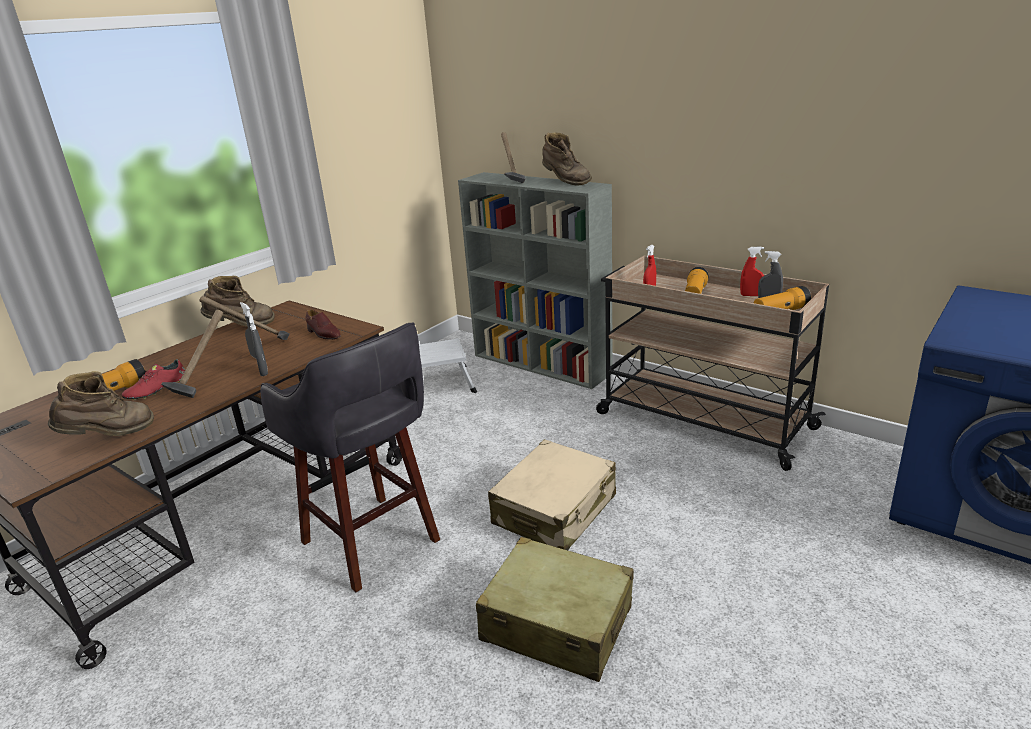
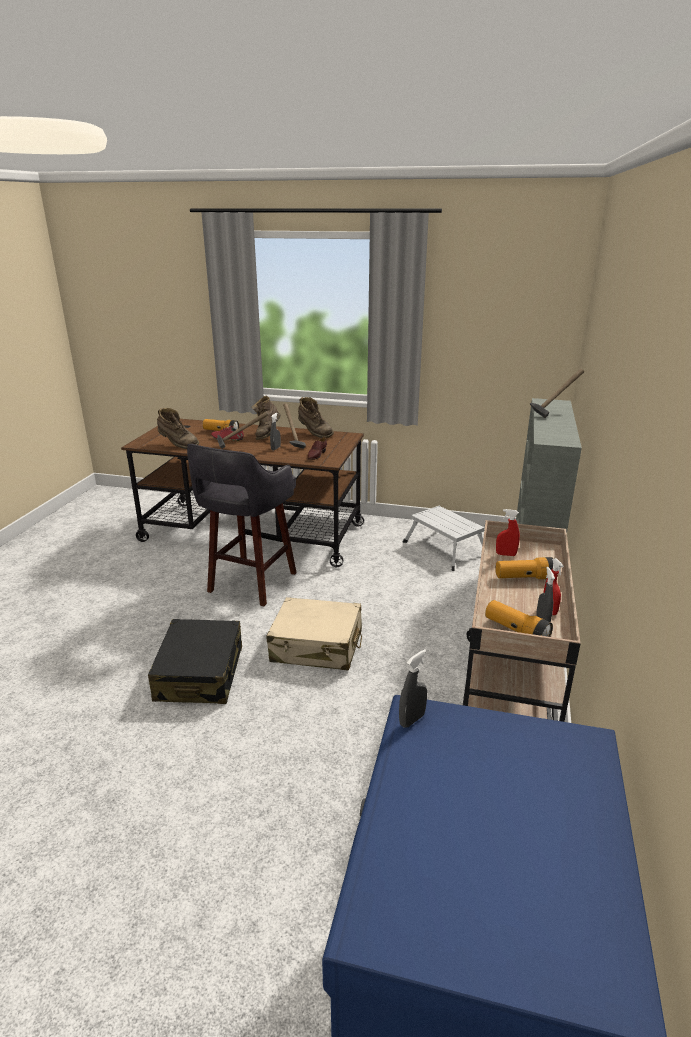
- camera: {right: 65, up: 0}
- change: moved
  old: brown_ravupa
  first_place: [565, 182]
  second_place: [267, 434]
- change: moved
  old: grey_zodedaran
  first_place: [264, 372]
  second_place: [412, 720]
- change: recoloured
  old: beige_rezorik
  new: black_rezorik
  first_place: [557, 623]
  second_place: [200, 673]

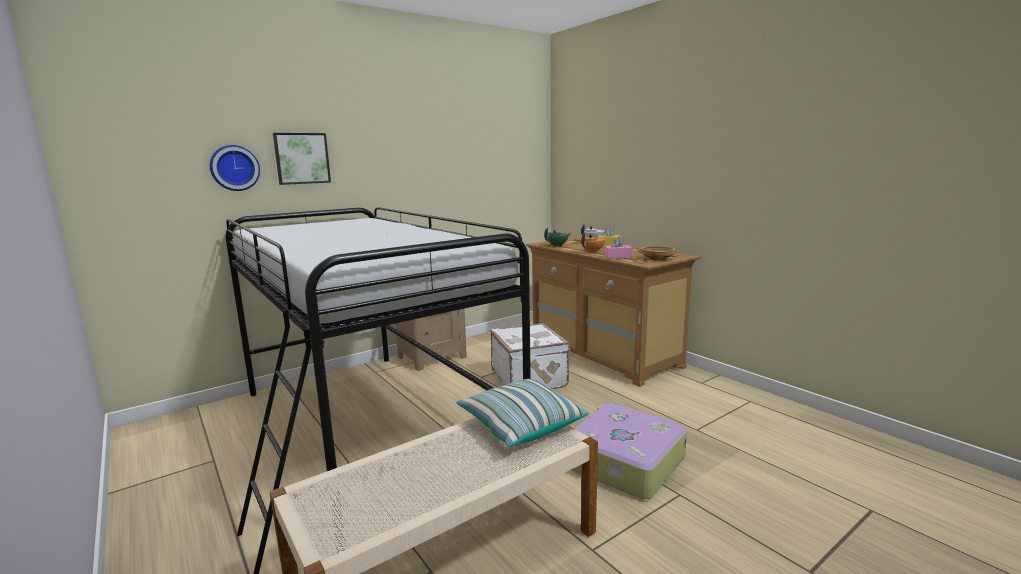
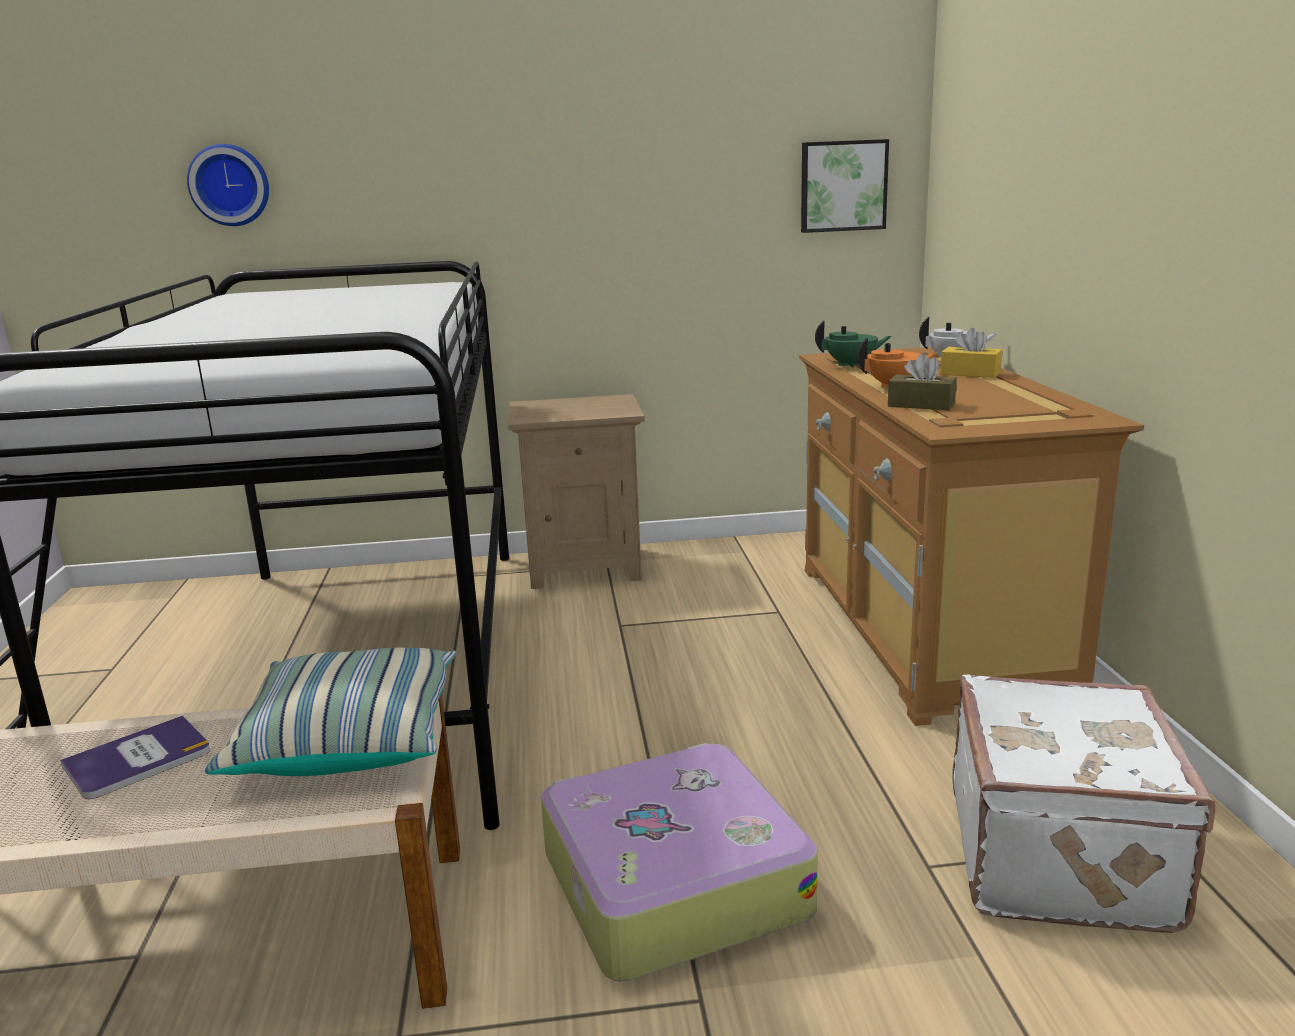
- camera: {right: 30, up: 5}
- change: moved
  old: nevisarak
  first_place: [302, 158]
  second_place: [842, 186]
- change: recoloured
  old: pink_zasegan
  new: brown_zasegan
  first_place: [617, 257]
  second_place: [921, 405]
- change: removed
  old: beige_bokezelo
  first_place: [657, 259]
- change: moved
  old: white_rezorik
  first_place: [530, 378]
  second_place: [1063, 856]
- change: added
  new: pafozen
  second_place: [138, 759]

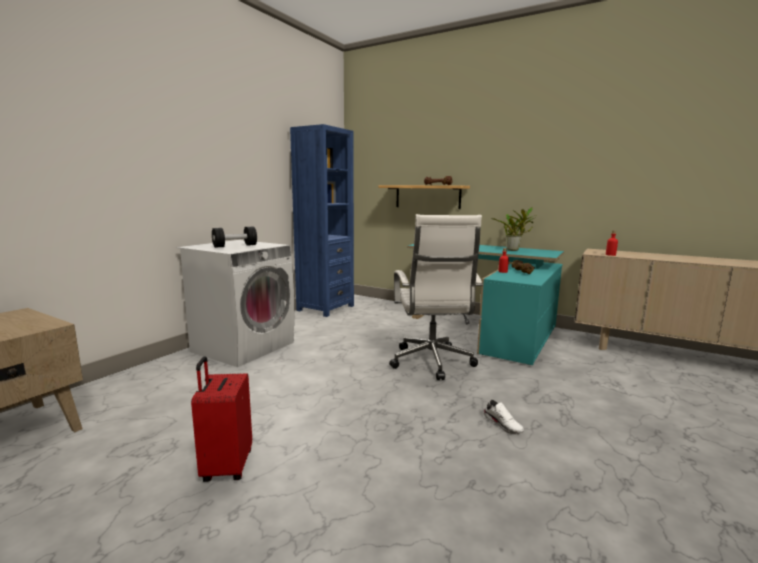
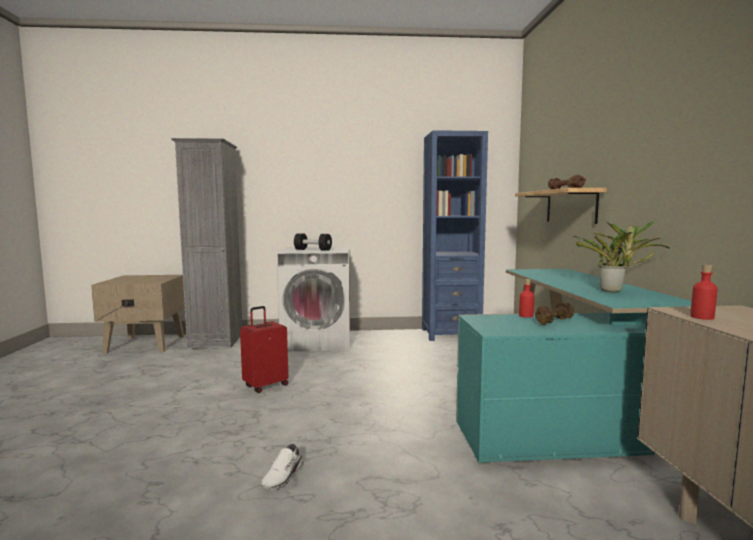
- camera: {right: 55, up: -5}
- change: removed
  old: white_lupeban
  first_place: [432, 363]
- change: moved
  old: red_rezorik
  first_place: [226, 467]
  second_place: [265, 385]
- change: added
  new: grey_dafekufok
  second_place: [216, 341]

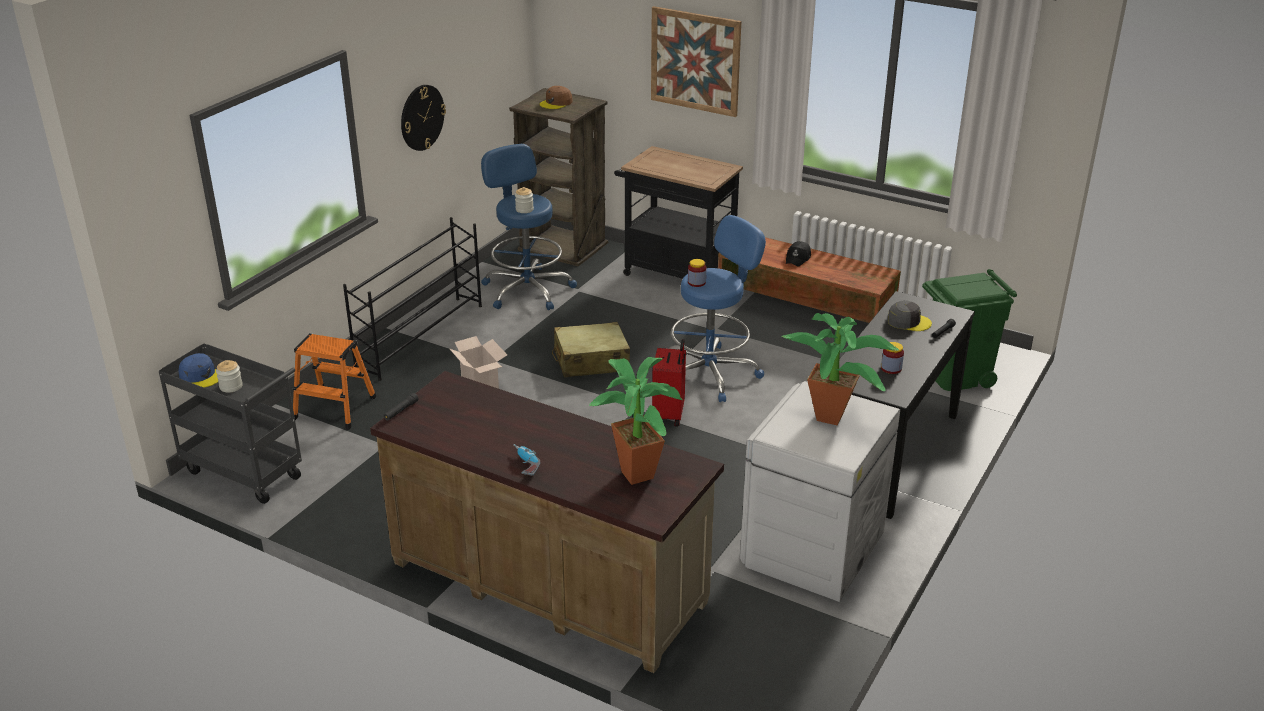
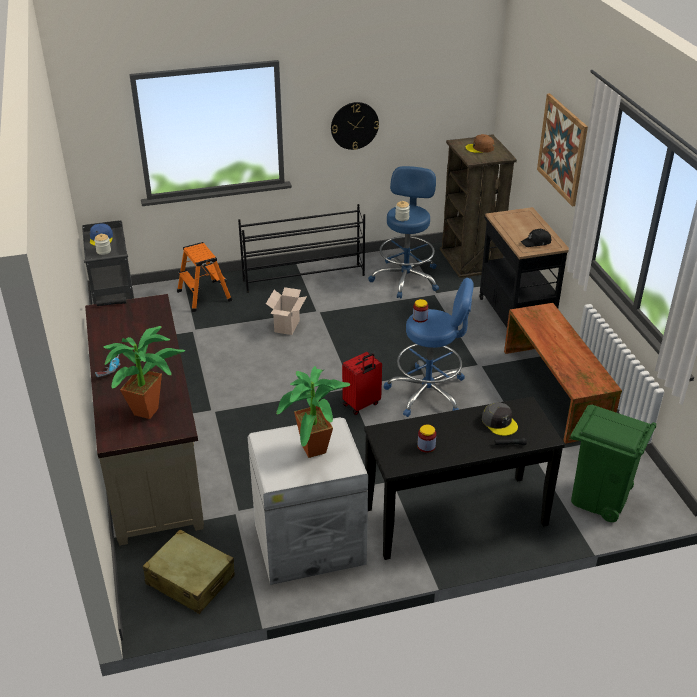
- camera: {right: 45, up: 5}
- change: moved
  old: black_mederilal
  first_place: [798, 258]
  second_place: [536, 242]
- change: moved
  old: beige_rezorik
  first_place: [591, 361]
  second_place: [190, 580]

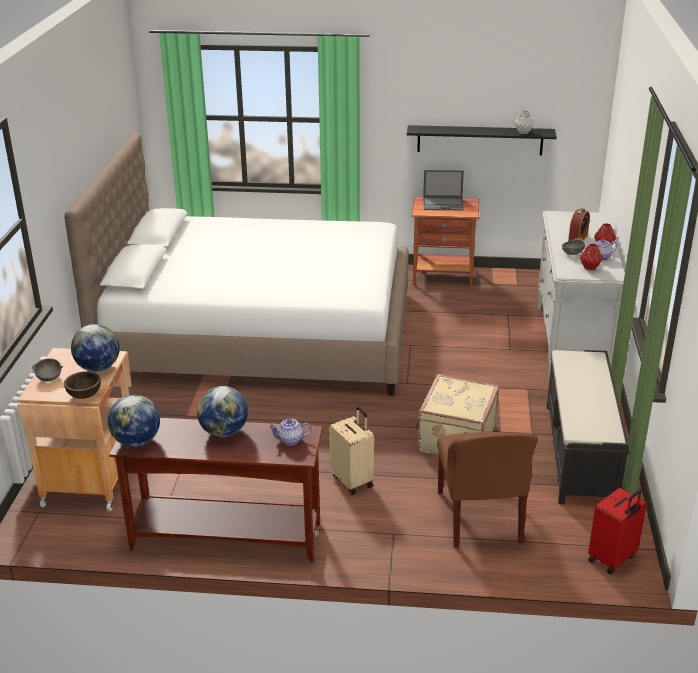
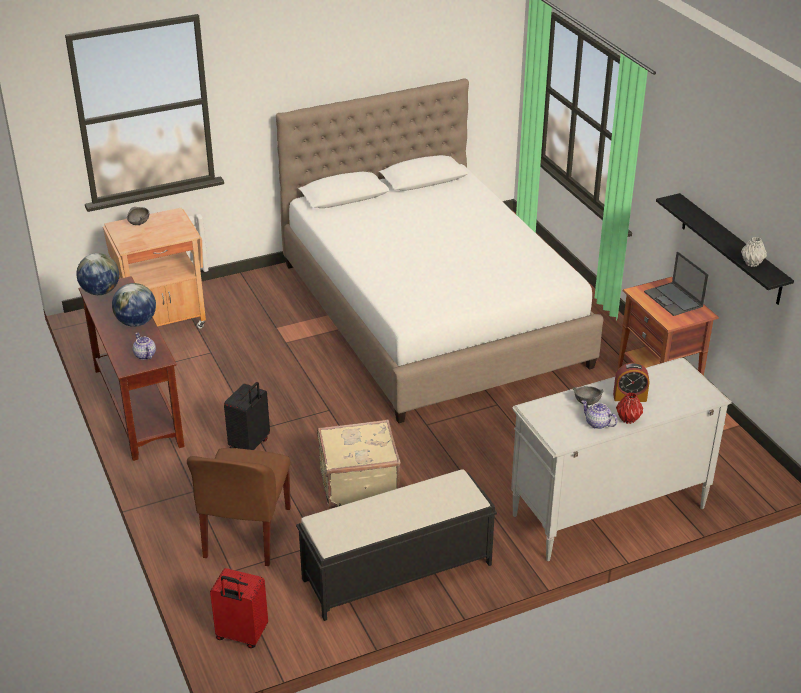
- camera: {right: 60, up: 5}
- change: removed
  old: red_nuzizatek
  first_place: [589, 268]
- change: removed
  old: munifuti
  first_place: [98, 368]
- change: removed
  old: brown_bokezelo
  first_place: [84, 394]
- change: recoloured
  old: beige_rezorik
  new: black_rezorik
  first_place: [353, 481]
  second_place: [250, 445]
- change: turned
  old: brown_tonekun
  first_place: [479, 519]
  second_place: [246, 534]
  degrees: -45

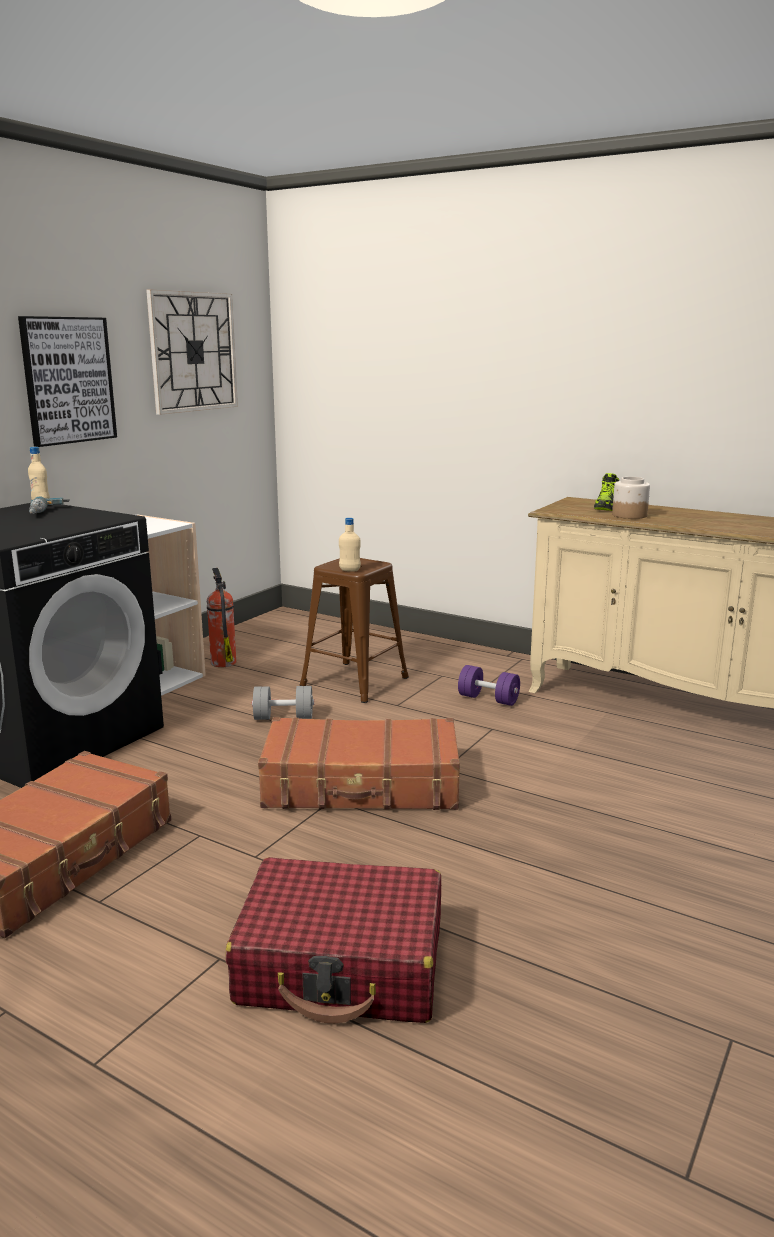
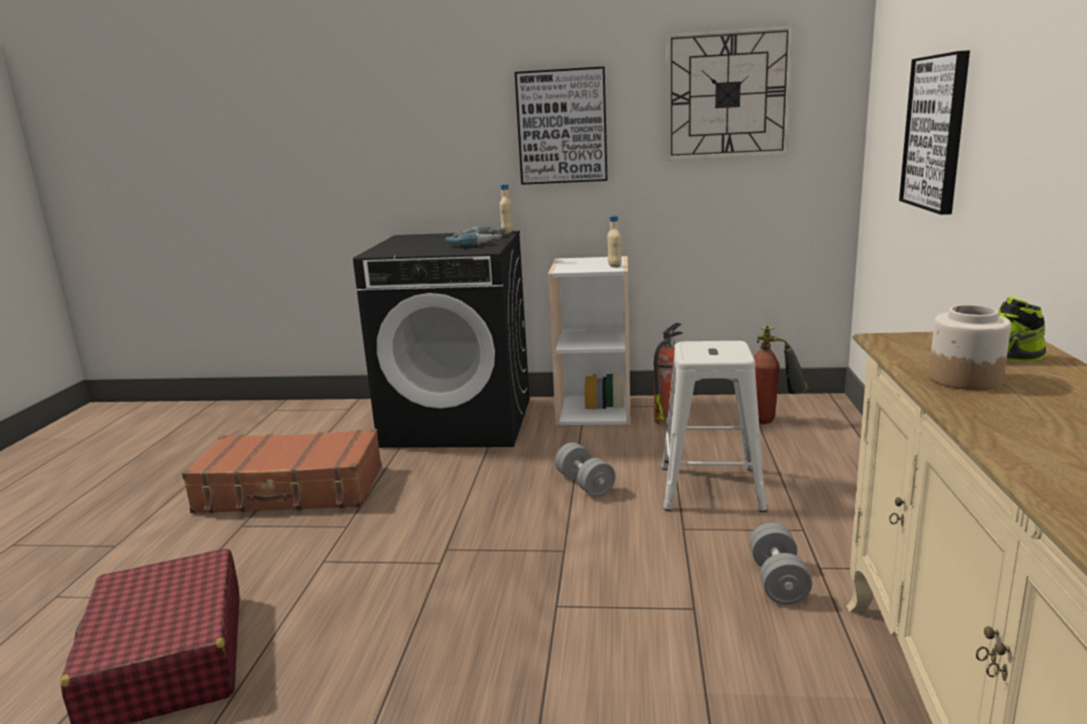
- camera: {right: 65, up: 0}
- change: moved
  old: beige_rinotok
  first_place: [349, 570]
  second_place: [614, 266]
- change: recoloured
  old: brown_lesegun
  new: white_lesegun
  first_place: [354, 682]
  second_place: [710, 488]
- change: recoloured
  old: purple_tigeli
  new: grey_tigeli
  first_place: [488, 699]
  second_place: [778, 581]
- change: removed
  old: brown_rezorik
  first_place: [362, 785]
- change: added
  new: nevisarak
  second_place: [936, 133]
- change: added
  new: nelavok
  second_place: [474, 244]
- change: added
  new: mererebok
  second_place: [772, 421]

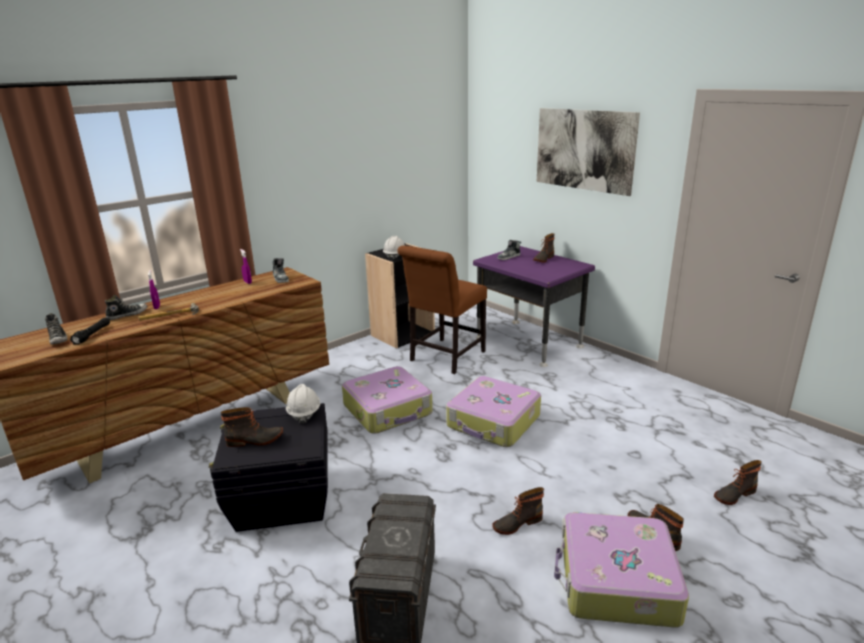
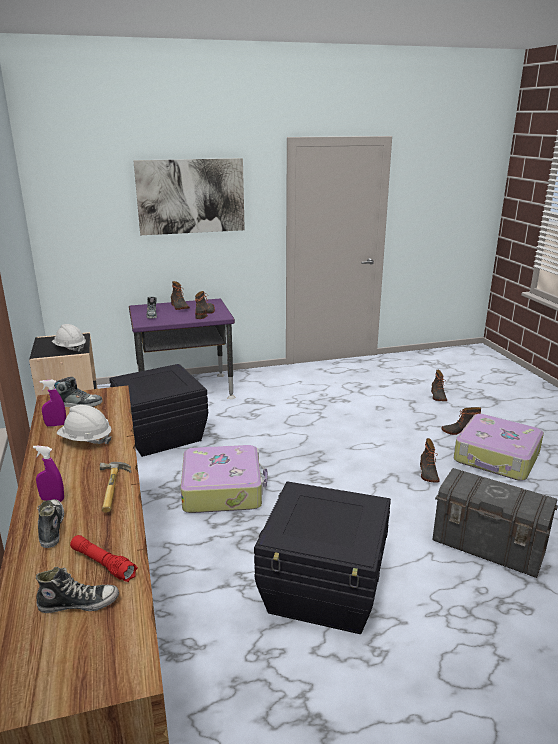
- camera: {right: -65, up: 0}
- change: replaced
  old: brown_tonekun
  new: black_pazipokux
  first_place: [444, 358]
  second_place: [160, 435]
- change: recoloured
  old: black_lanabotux
  new: red_lanabotux
  first_place: [92, 335]
  second_place: [103, 564]
- change: removed
  old: rezorik
  first_place: [493, 422]
- change: moved
  old: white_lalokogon
  first_place: [304, 413]
  second_place: [86, 440]
- change: moved
  old: ravupa
  first_place: [255, 440]
  second_place: [205, 313]

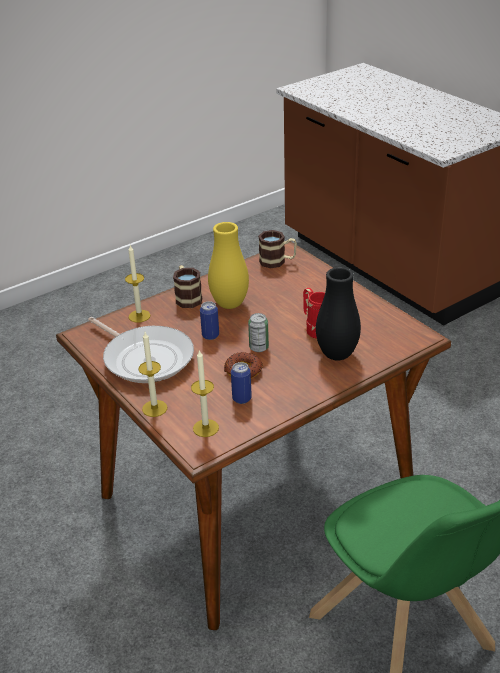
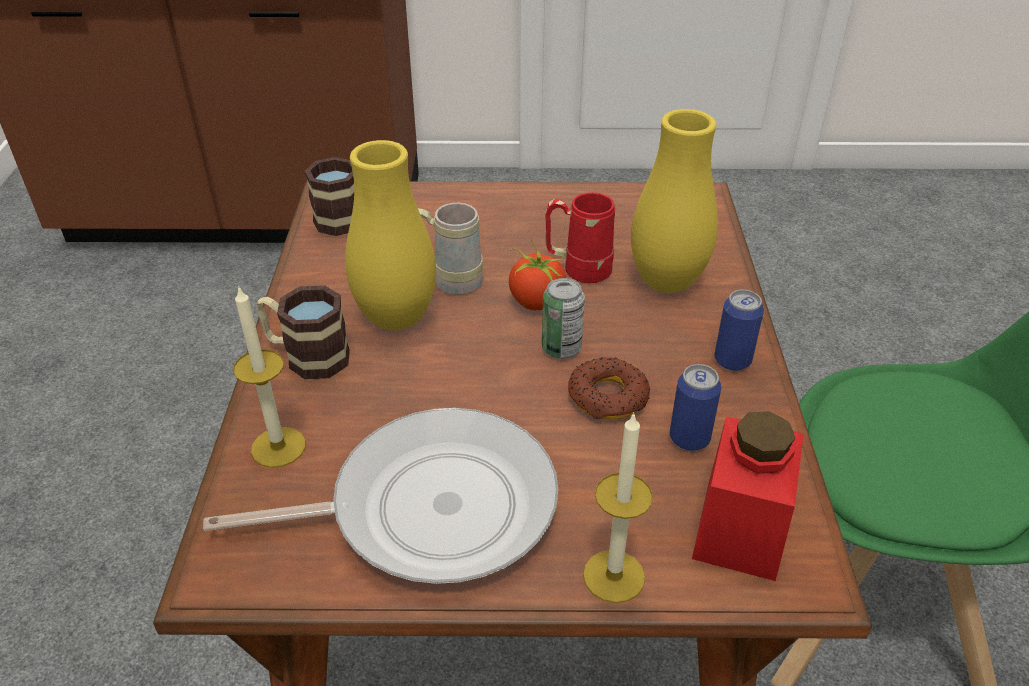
- camera: {right: -55, up: 5}
- change: recoloured
  old: black_nuzizatek
  new: yellow_nuzizatek
  first_place: [337, 355]
  second_place: [666, 282]
- change: moved
  old: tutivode
  first_place: [210, 335]
  second_place: [732, 360]
- change: replaced
  old: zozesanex
  new: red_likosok
  first_place: [205, 428]
  second_place: [740, 529]
- change: added
  new: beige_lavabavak
  second_place: [448, 280]
- change: added
  new: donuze
  second_place: [536, 301]

